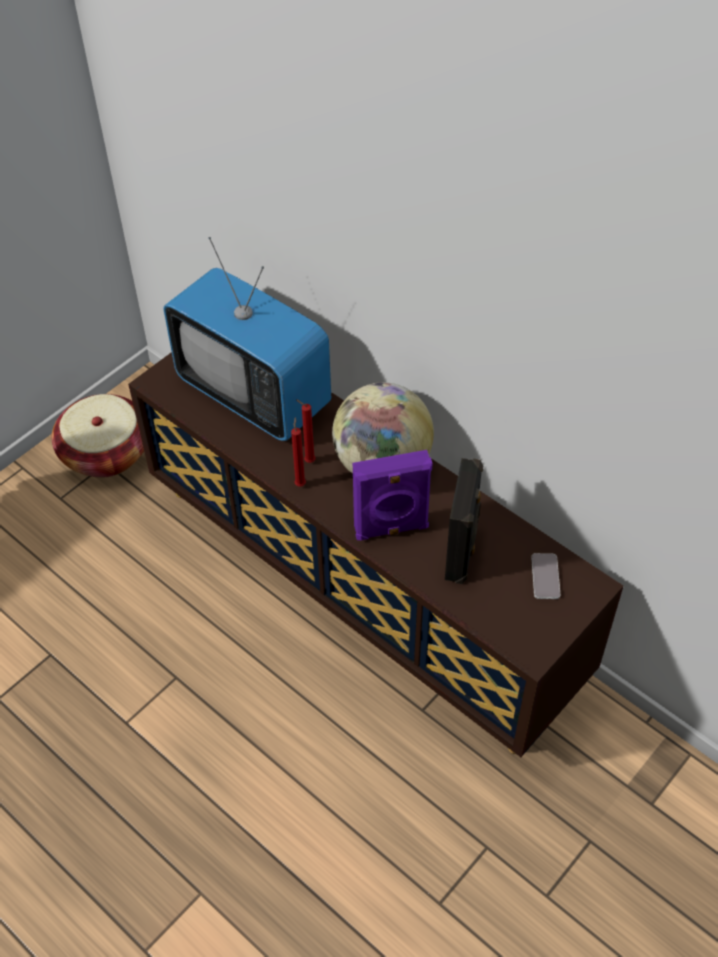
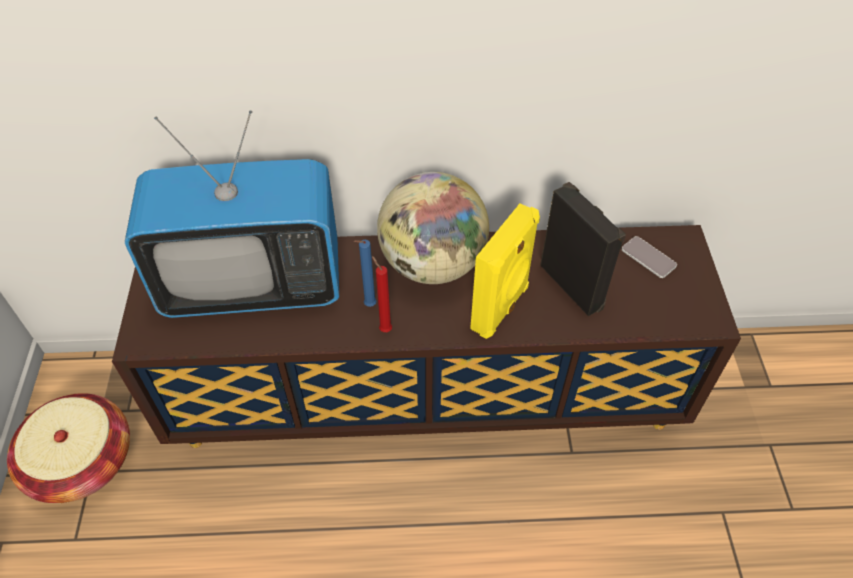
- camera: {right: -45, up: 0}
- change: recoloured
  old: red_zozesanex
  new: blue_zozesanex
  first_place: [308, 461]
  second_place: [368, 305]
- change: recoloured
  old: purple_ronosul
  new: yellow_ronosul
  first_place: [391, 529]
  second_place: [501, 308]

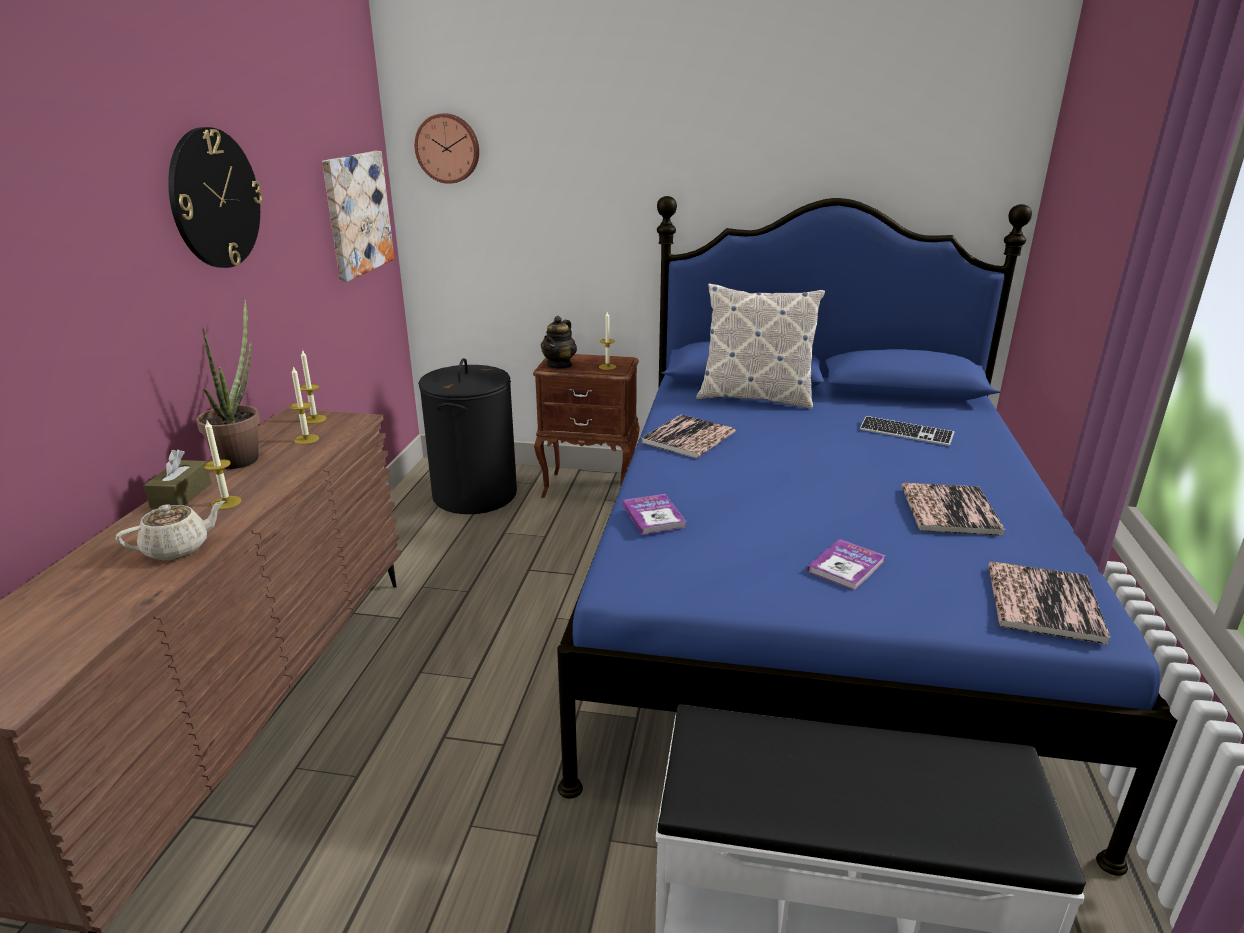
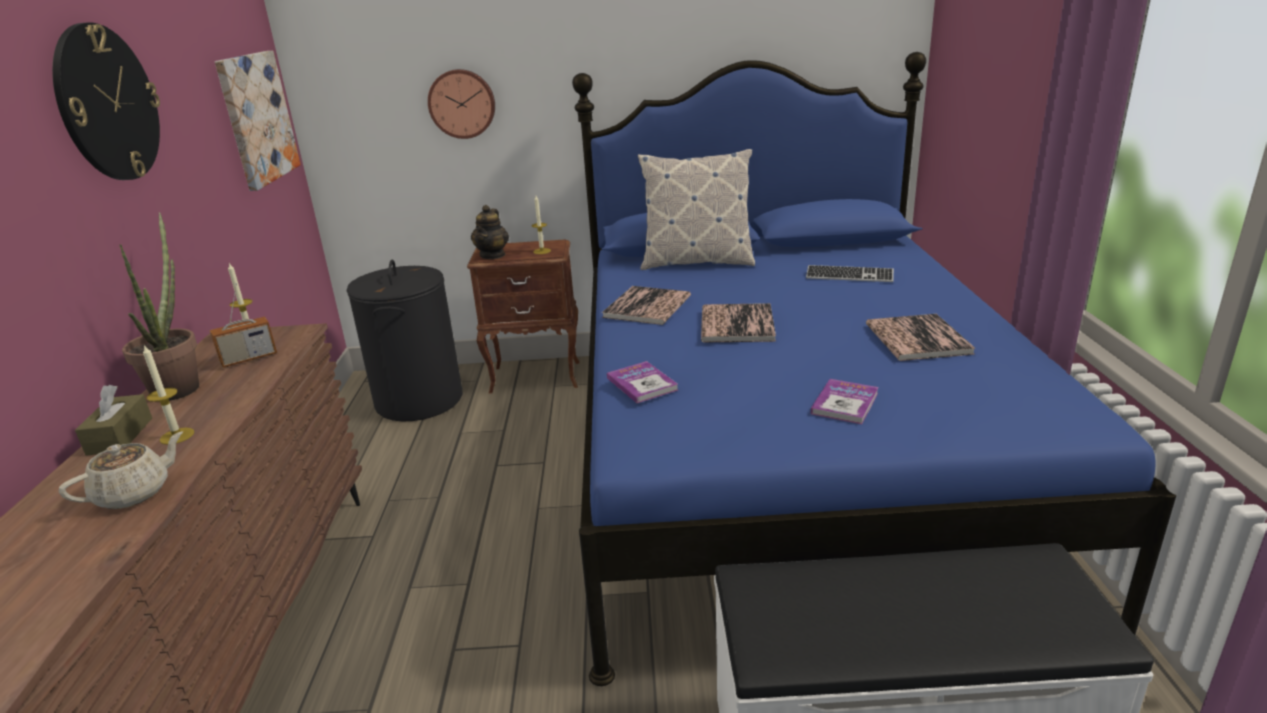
- camera: {right: -10, up: 0}
- change: moved
  old: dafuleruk
  first_place: [448, 148]
  second_place: [462, 103]
- change: replaced
  old: zozesanex
  new: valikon
  first_place: [306, 439]
  second_place: [249, 358]
- change: moved
  old: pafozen
  first_place: [1043, 603]
  second_place: [737, 324]

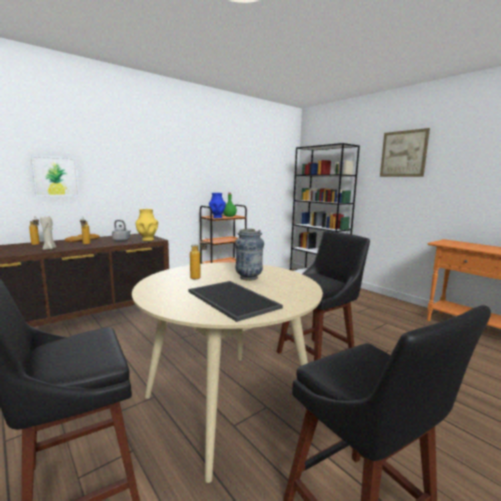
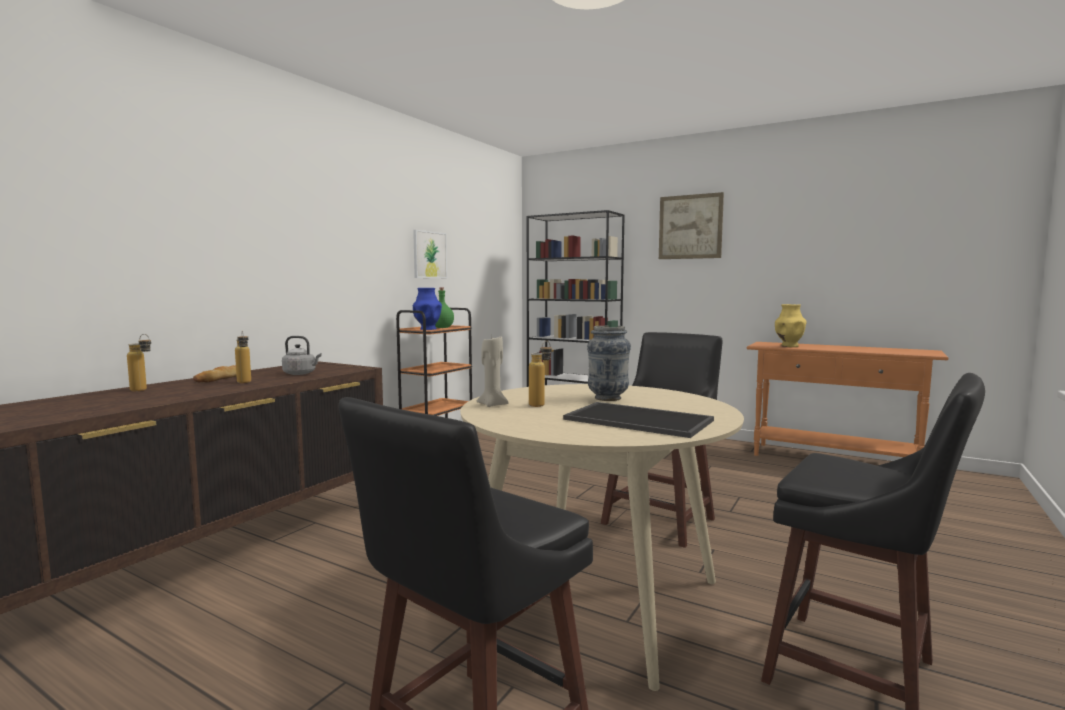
- camera: {right: -20, up: -5}
- change: moved
  old: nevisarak
  first_place: [56, 176]
  second_place: [429, 255]
- change: moved
  old: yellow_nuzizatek
  first_place: [147, 240]
  second_place: [789, 346]
- change: moved
  old: beige_zozesanex
  first_place: [49, 249]
  second_place: [492, 405]

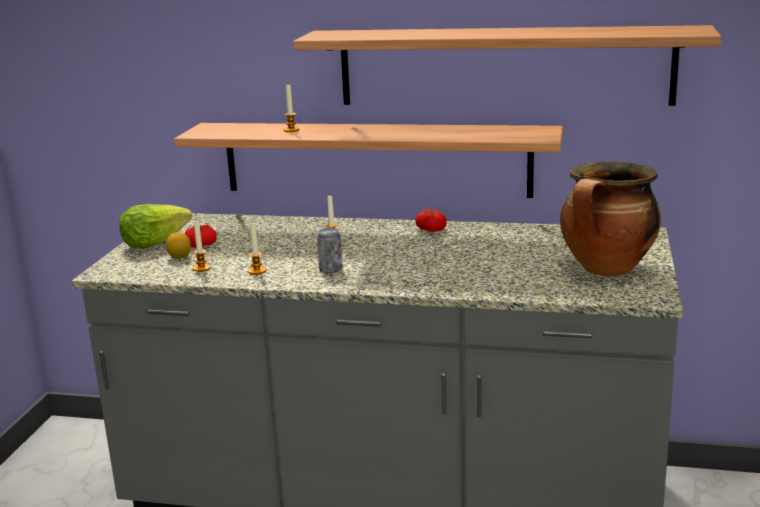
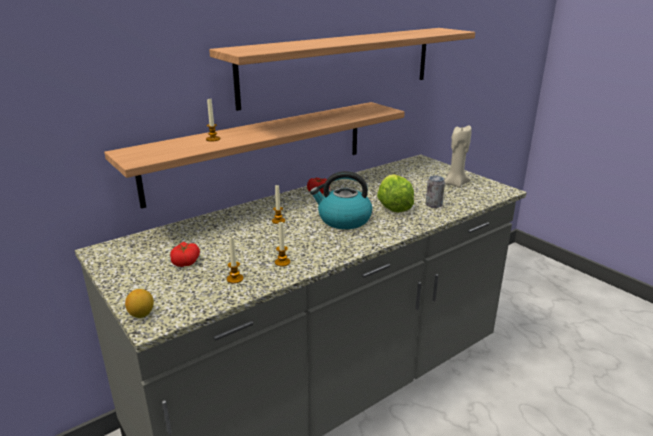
- camera: {right: -50, up: 5}
- change: replaced
  old: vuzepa
  new: beige_zozesanex
  first_place: [607, 270]
  second_place: [455, 184]
- change: moved
  old: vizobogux
  first_place: [155, 243]
  second_place: [393, 205]
- change: moved
  old: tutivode
  first_place: [330, 269]
  second_place: [433, 205]
- change: moved
  old: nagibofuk
  first_place: [180, 257]
  second_place: [141, 314]
- change: added
  new: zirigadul
  second_place: [343, 220]

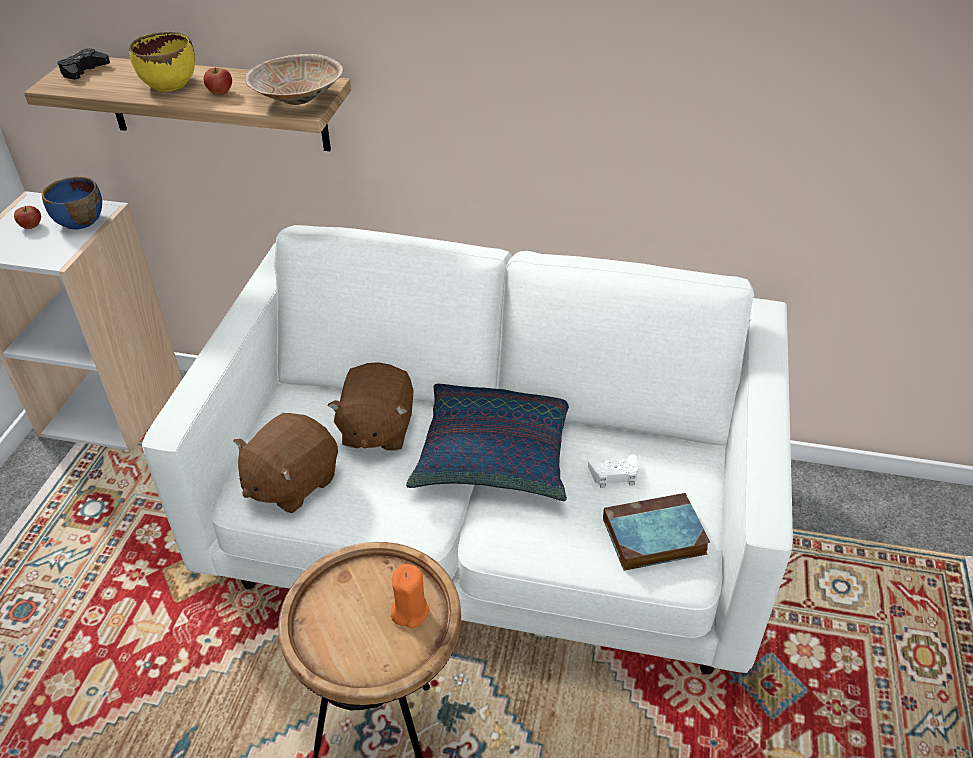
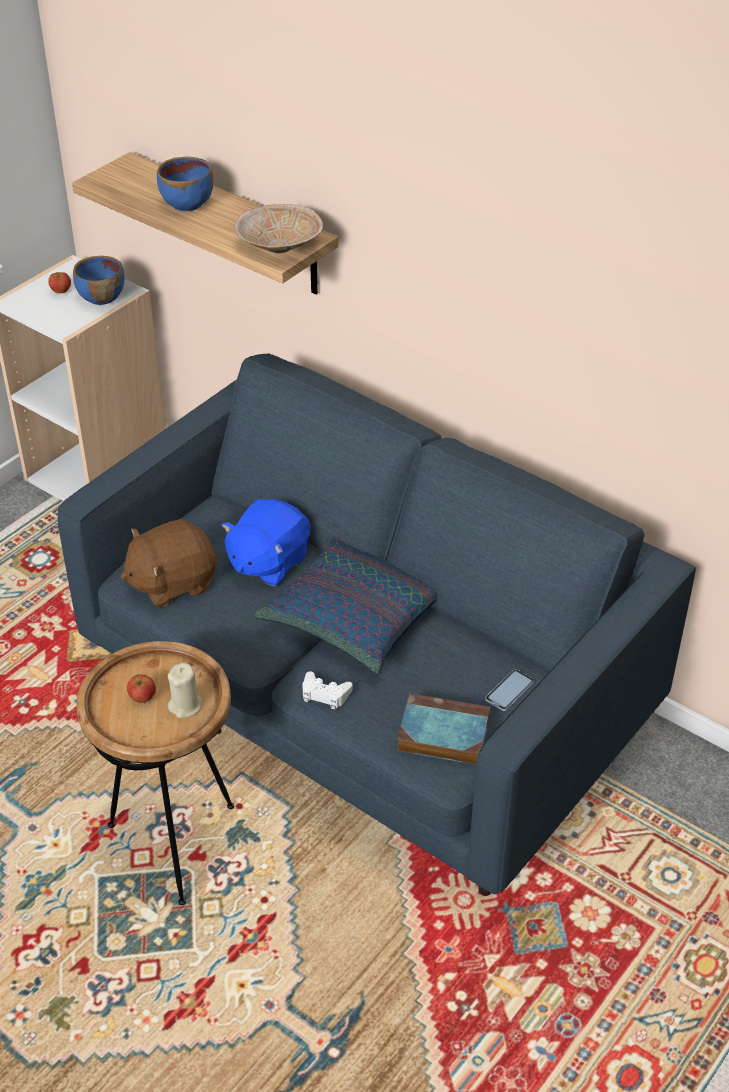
- camera: {right: 25, up: 0}
- change: recoloured
  old: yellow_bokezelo
  new: blue_bokezelo
  first_place: [170, 84]
  second_place: [187, 203]
- change: removed
  old: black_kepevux
  first_place: [84, 70]
- change: moved
  old: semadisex
  first_place: [220, 93]
  second_place: [142, 697]
- change: recoloured
  old: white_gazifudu
  new: blue_gazifudu
  first_place: [489, 530]
  second_place: [365, 700]
- change: recoloured
  old: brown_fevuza
  new: blue_fevuza
  first_place: [376, 429]
  second_place: [268, 562]
- change: moved
  old: white_kepevux
  first_place: [614, 474]
  second_place: [325, 694]
- change: recoloured
  old: orange_zozesanex
  new: beige_zozesanex
  first_place: [410, 611]
  second_place: [185, 706]
- change: added
  new: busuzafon
  second_place: [509, 691]

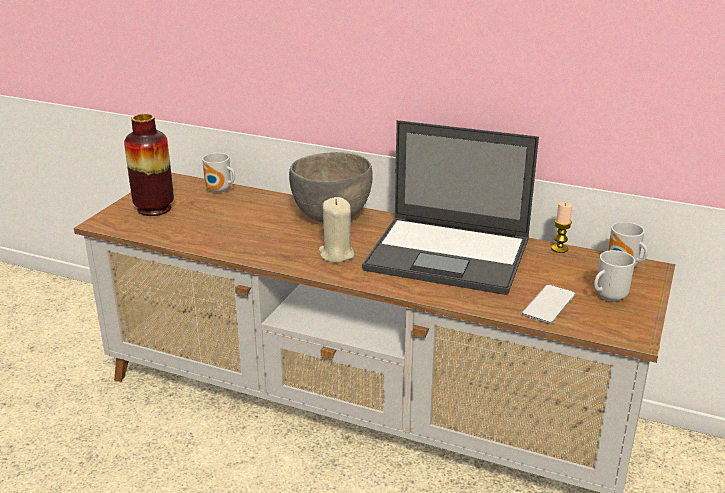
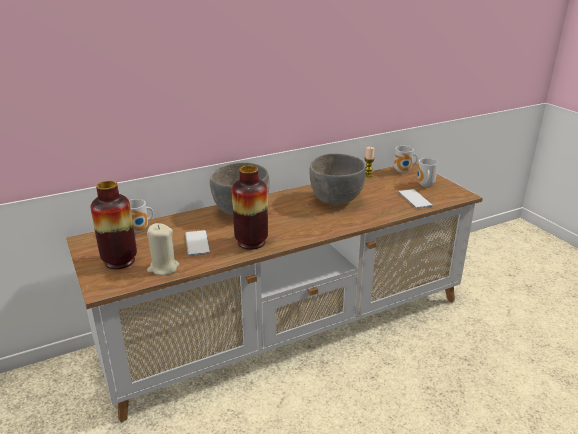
- camera: {right: -50, up: 0}
- change: replaced
  old: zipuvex
  new: grey_bokezelo
  first_place: [450, 255]
  second_place: [336, 199]
- change: moved
  old: beige_zozesanex
  first_place: [336, 254]
  second_place: [163, 268]
- change: added
  new: nuzizatek
  second_place: [251, 242]
- change: added
  new: busuzafon
  second_place: [197, 243]

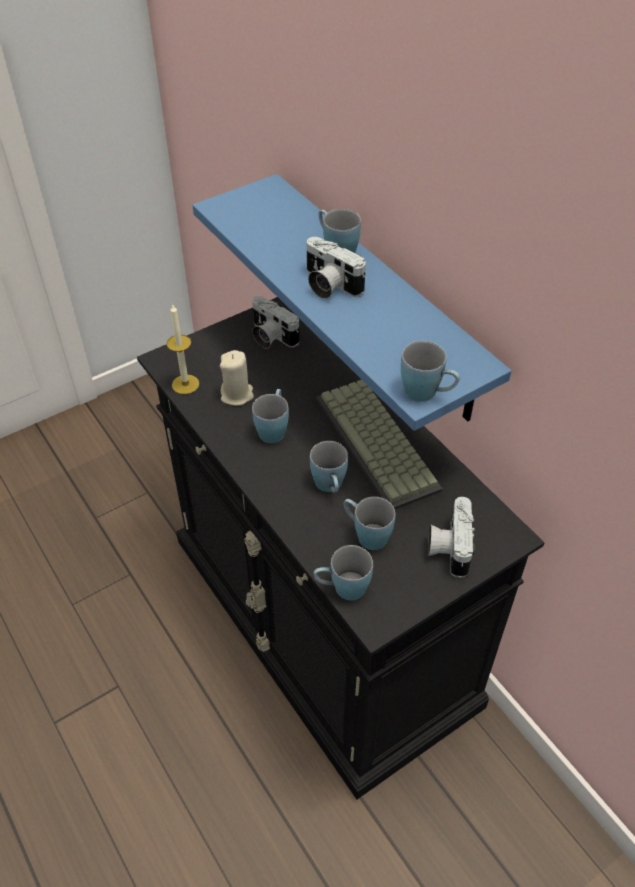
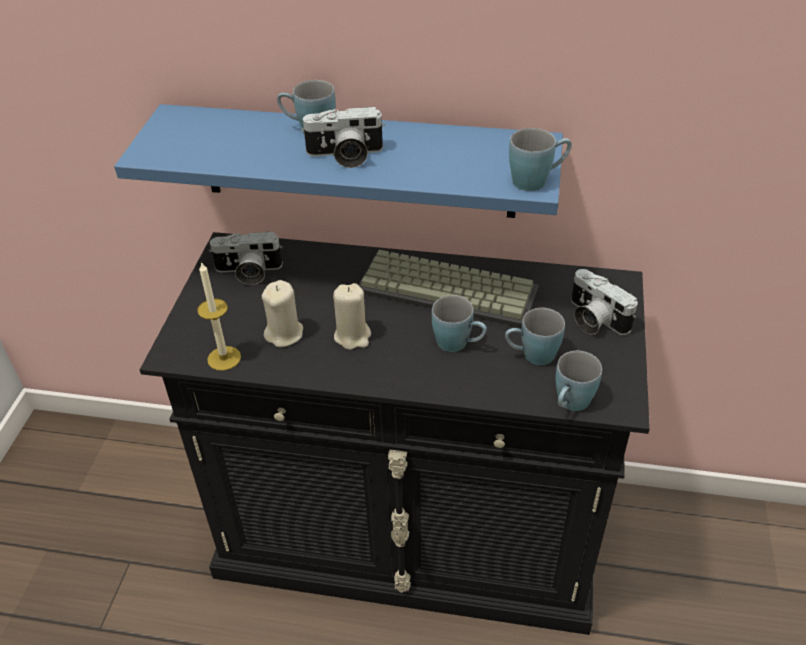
- camera: {right: -45, up: -5}
- change: replaced
  old: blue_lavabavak
  new: beige_zozesanex
  first_place: [273, 428]
  second_place: [353, 336]

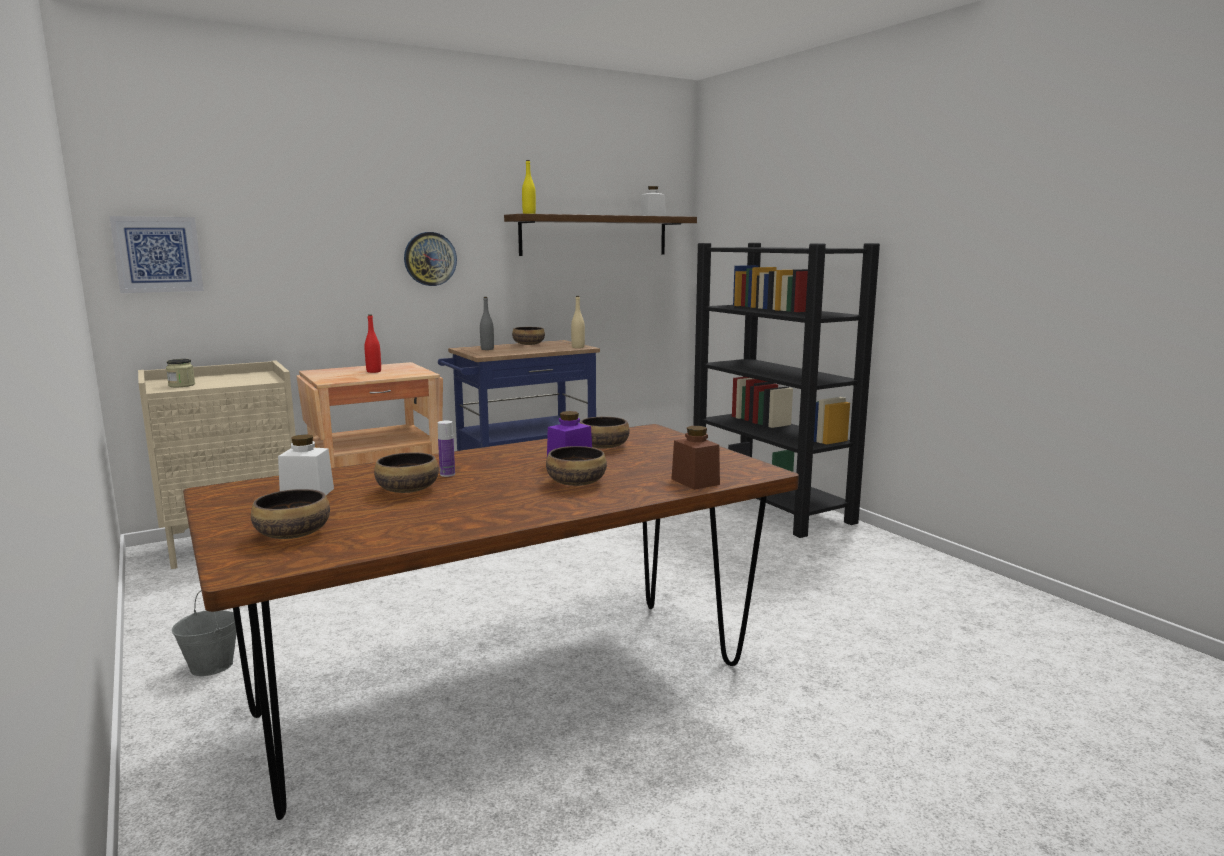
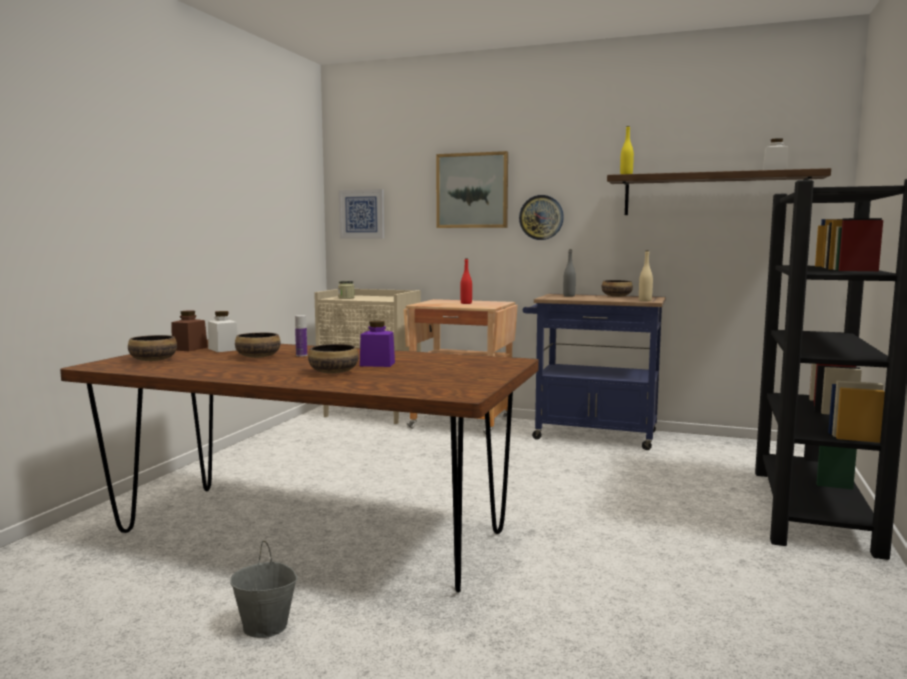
- camera: {right: 50, up: -5}
- change: removed
  old: bokezelo
  first_place: [603, 446]
- change: moved
  old: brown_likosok
  first_place: [695, 482]
  second_place: [189, 348]
- change: moved
  old: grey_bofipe
  first_place: [212, 666]
  second_place: [266, 626]
- change: added
  new: nevisarak
  second_place: [472, 190]

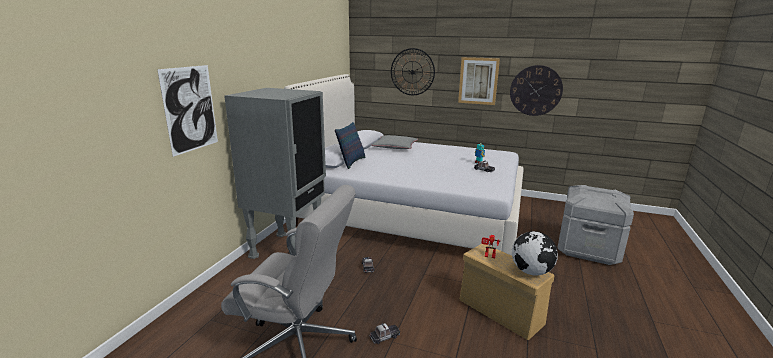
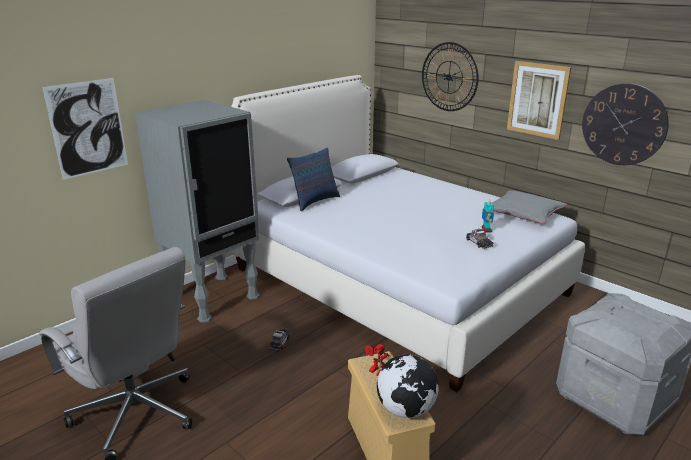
- camera: {right: 25, up: 5}
- change: moved
  old: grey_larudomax
  first_place: [395, 146]
  second_place: [524, 213]
- change: removed
  old: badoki
  first_place: [384, 336]

